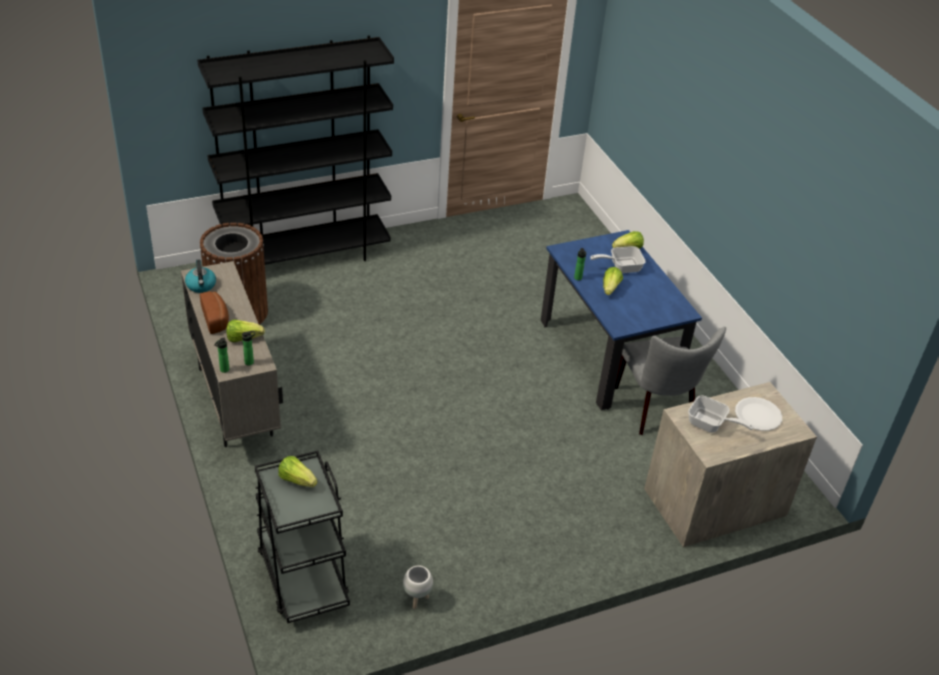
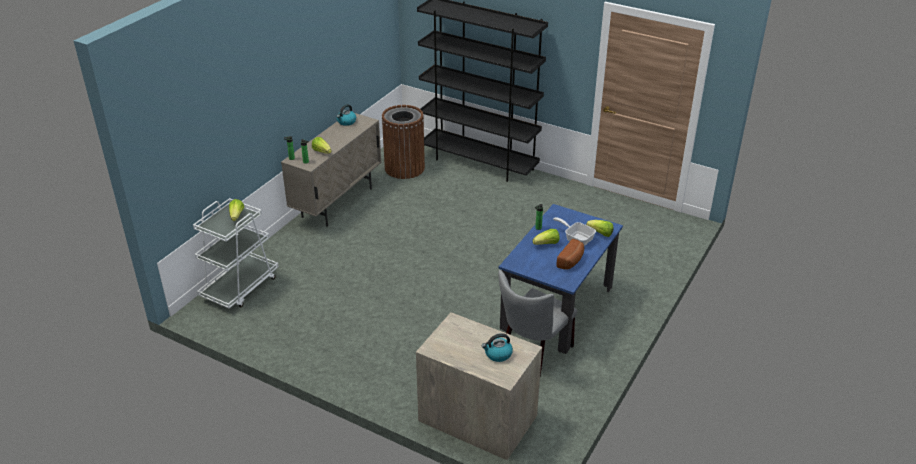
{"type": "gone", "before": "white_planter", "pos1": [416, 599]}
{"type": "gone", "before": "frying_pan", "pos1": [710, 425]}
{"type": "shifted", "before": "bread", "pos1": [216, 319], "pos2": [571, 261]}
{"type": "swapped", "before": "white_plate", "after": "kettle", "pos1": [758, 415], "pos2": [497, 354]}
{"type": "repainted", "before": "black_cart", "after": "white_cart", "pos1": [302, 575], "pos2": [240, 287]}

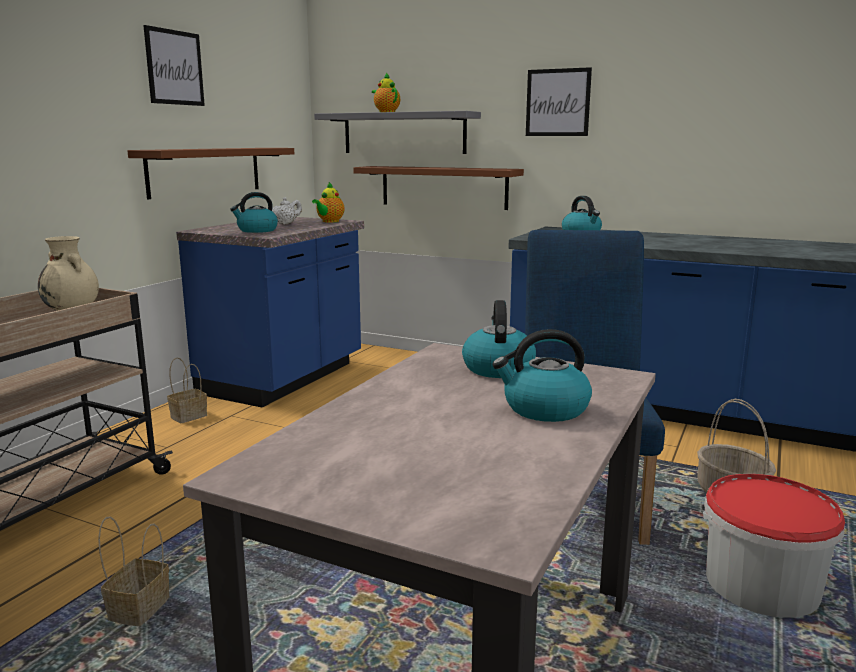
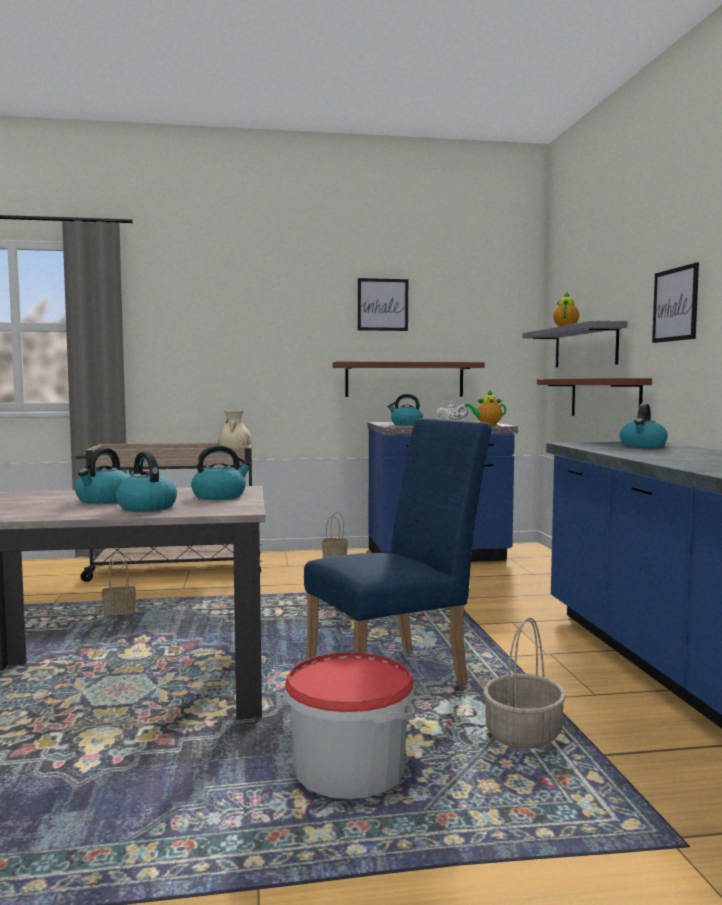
{"type": "new", "after": "kettle", "pos2": [104, 500]}

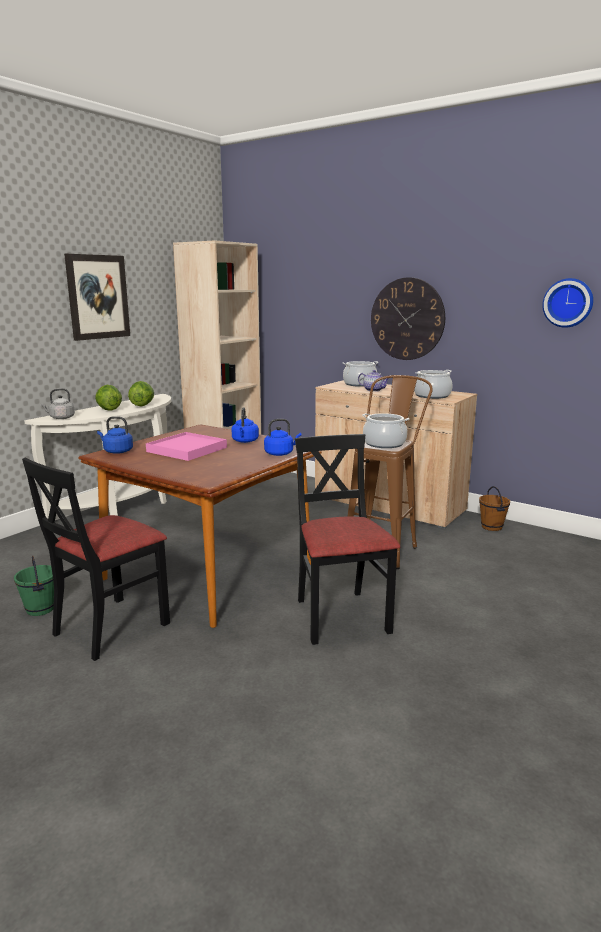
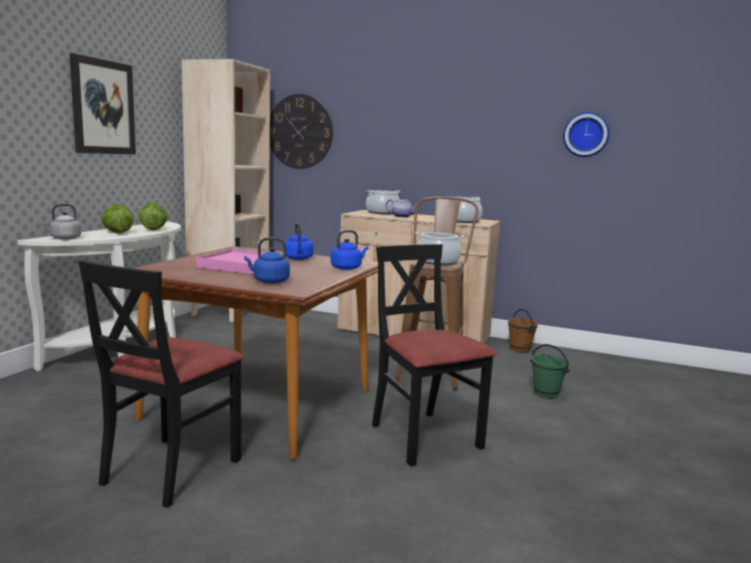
{"type": "shifted", "before": "green_bucket", "pos1": [41, 609], "pos2": [546, 393]}
{"type": "shifted", "before": "blue_kettle", "pos1": [117, 451], "pos2": [269, 281]}
{"type": "shifted", "before": "wall_clock", "pos1": [407, 319], "pos2": [300, 131]}

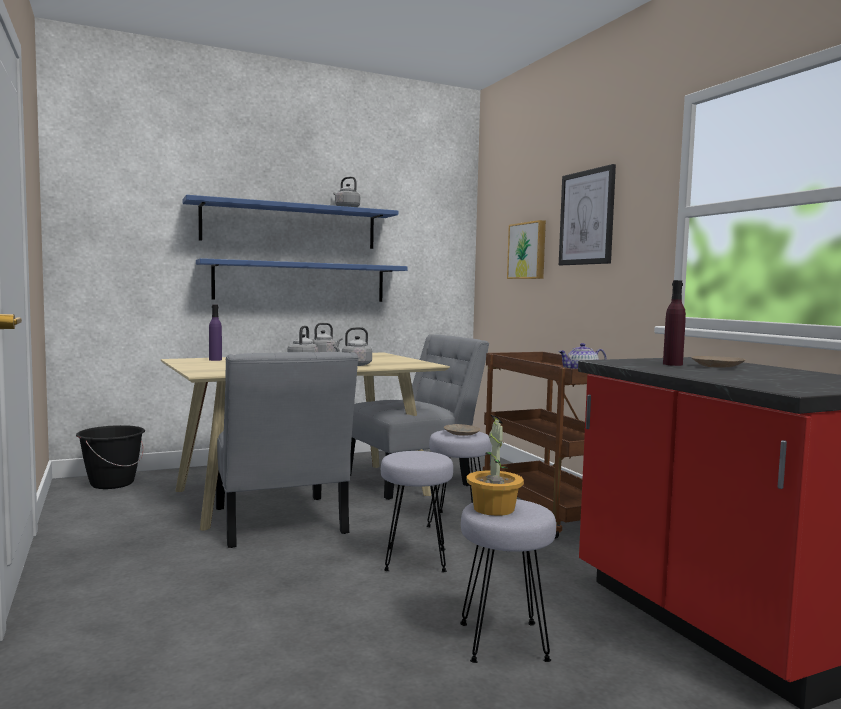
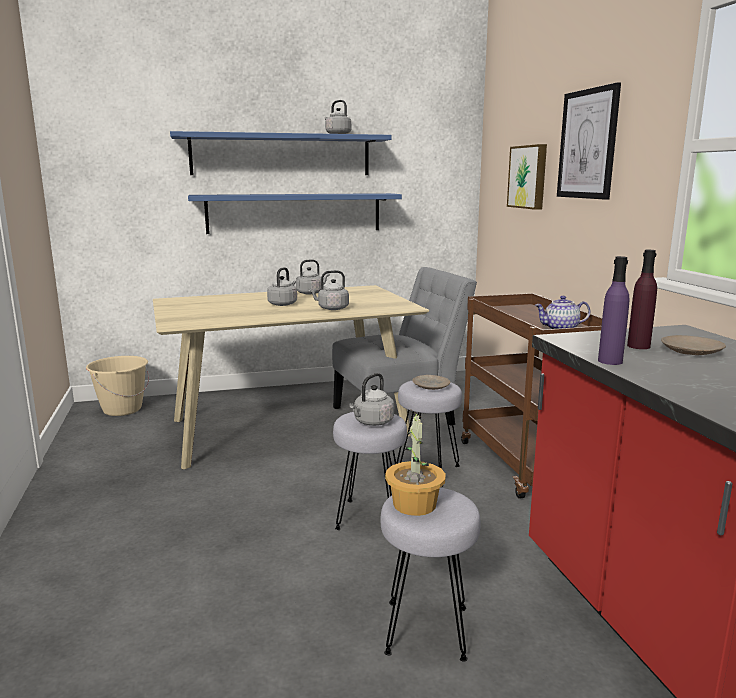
{"type": "gone", "before": "grey_chair", "pos1": [280, 524]}
{"type": "new", "after": "grey_kettle", "pos2": [372, 422]}
{"type": "shifted", "before": "purple_bottle", "pos1": [215, 360], "pos2": [610, 361]}
{"type": "repainted", "before": "black_bucket", "after": "beige_bucket", "pos1": [112, 483], "pos2": [122, 409]}

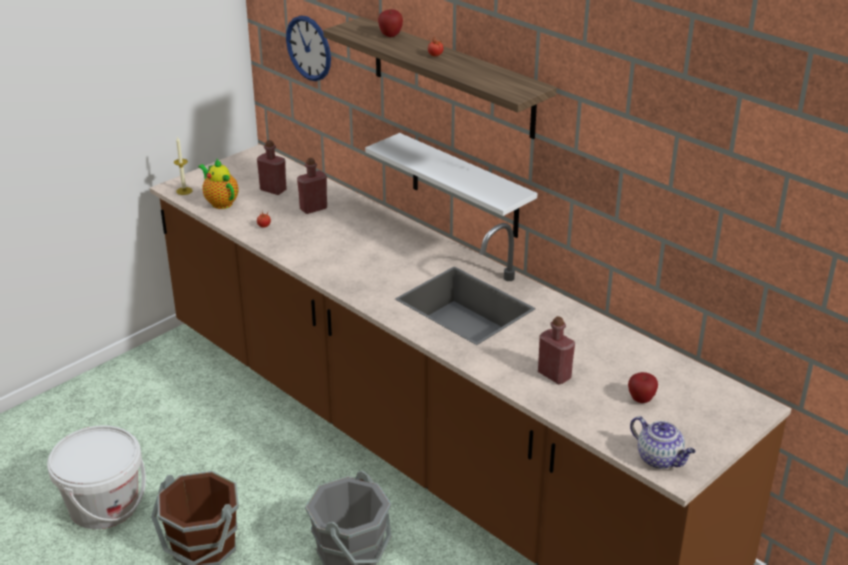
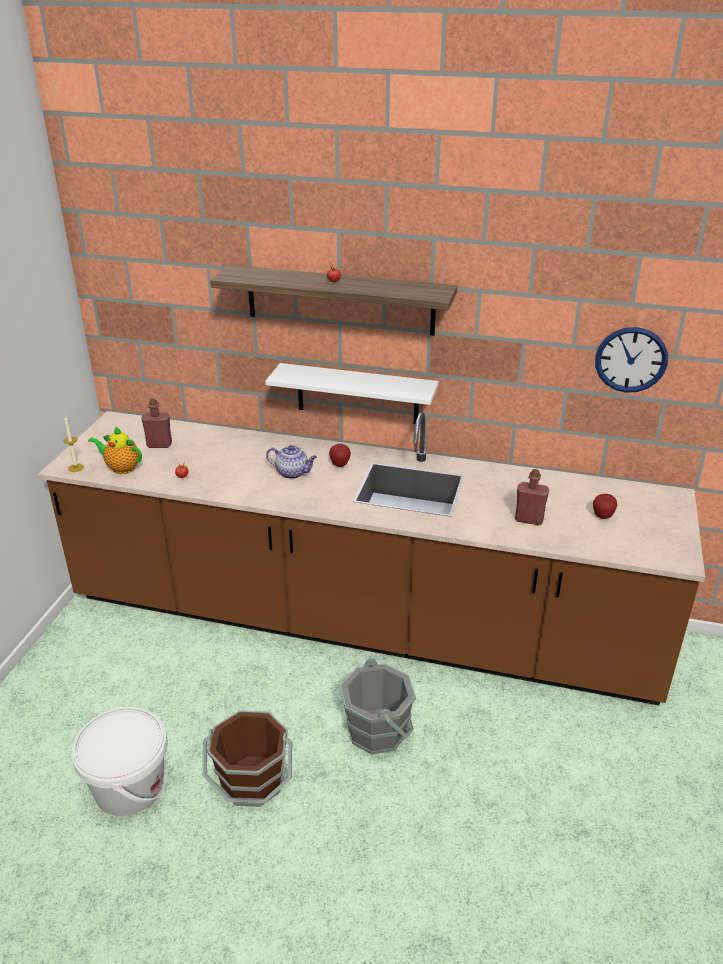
{"type": "gone", "before": "red_bottle", "pos1": [313, 208]}
{"type": "shifted", "before": "wall_clock", "pos1": [309, 48], "pos2": [631, 359]}
{"type": "shifted", "before": "apple", "pos1": [390, 35], "pos2": [340, 465]}
{"type": "shifted", "before": "teapot", "pos1": [660, 459], "pos2": [293, 473]}

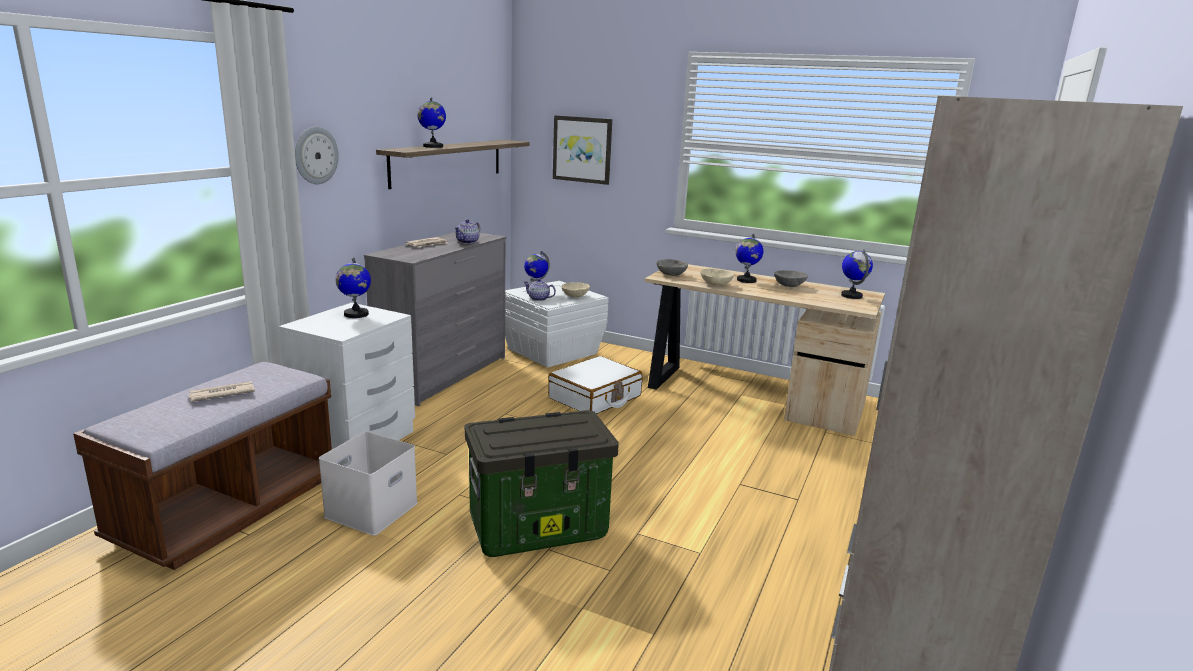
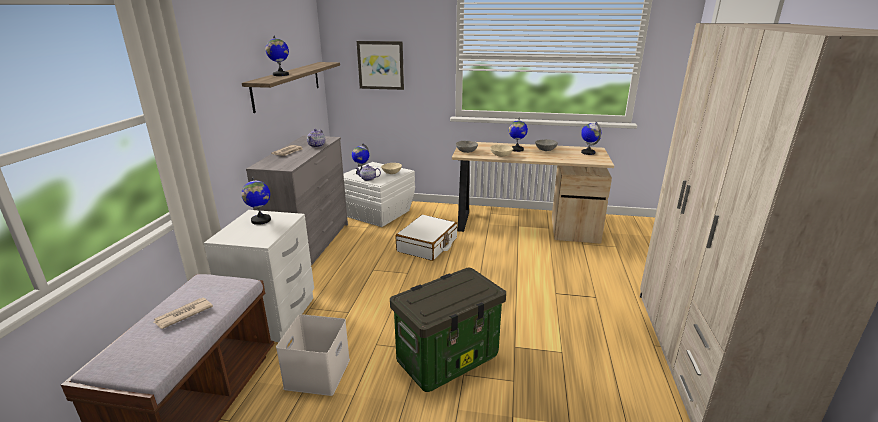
{"type": "gone", "before": "wall_clock", "pos1": [315, 155]}

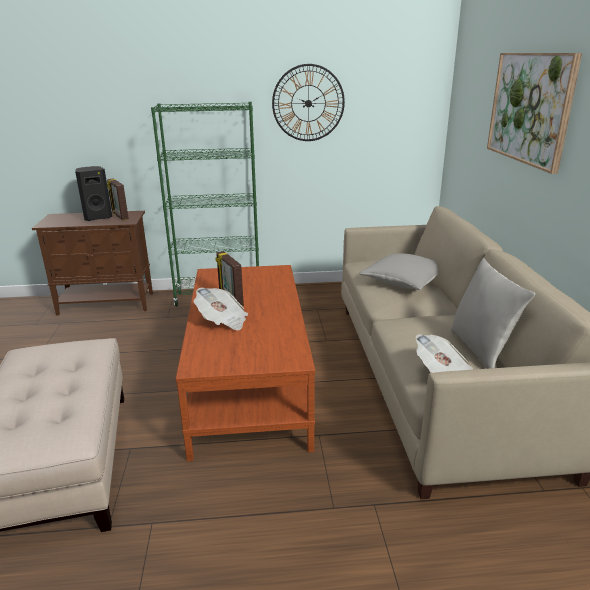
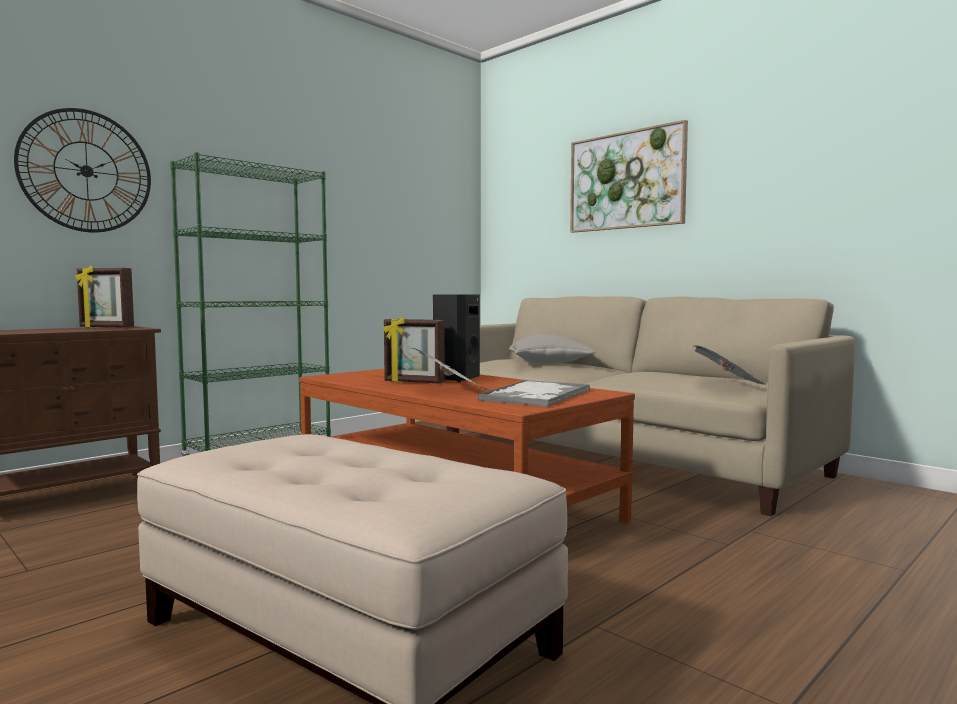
{"type": "gone", "before": "grey_pillow", "pos1": [481, 349]}
{"type": "new", "after": "tray", "pos2": [535, 395]}
{"type": "shifted", "before": "black_speaker", "pos1": [97, 217], "pos2": [455, 379]}
{"type": "shifted", "before": "wall_clock", "pos1": [308, 103], "pos2": [86, 171]}

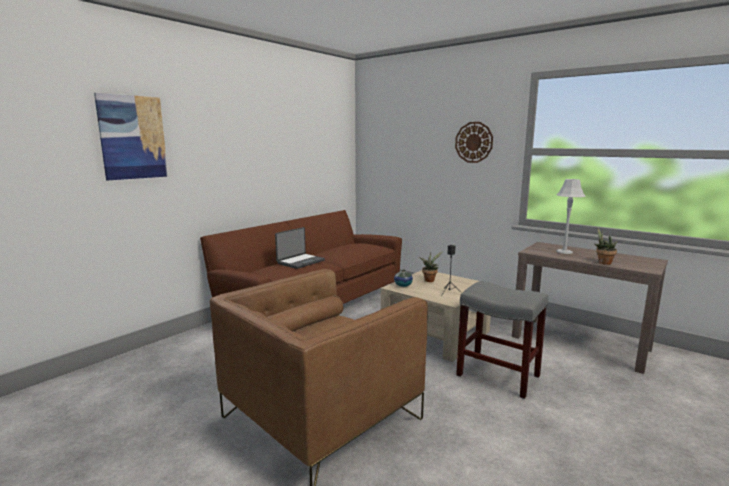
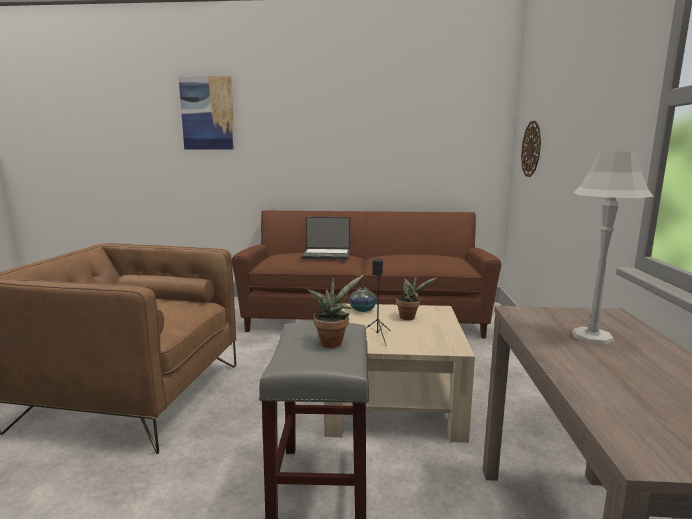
{"type": "shifted", "before": "wall_clock", "pos1": [474, 142], "pos2": [531, 149]}
{"type": "shifted", "before": "potted_plant", "pos1": [603, 262], "pos2": [332, 342]}

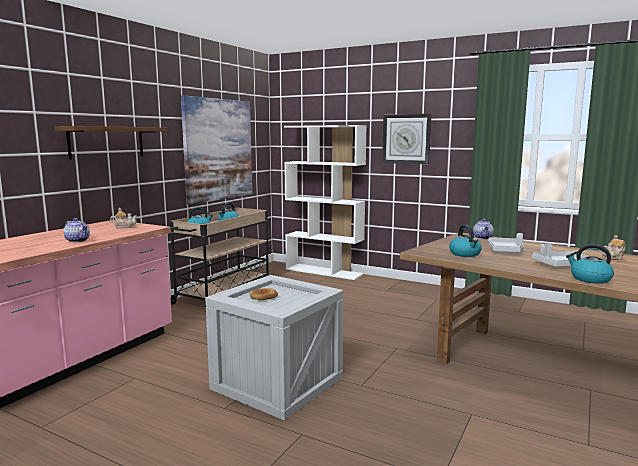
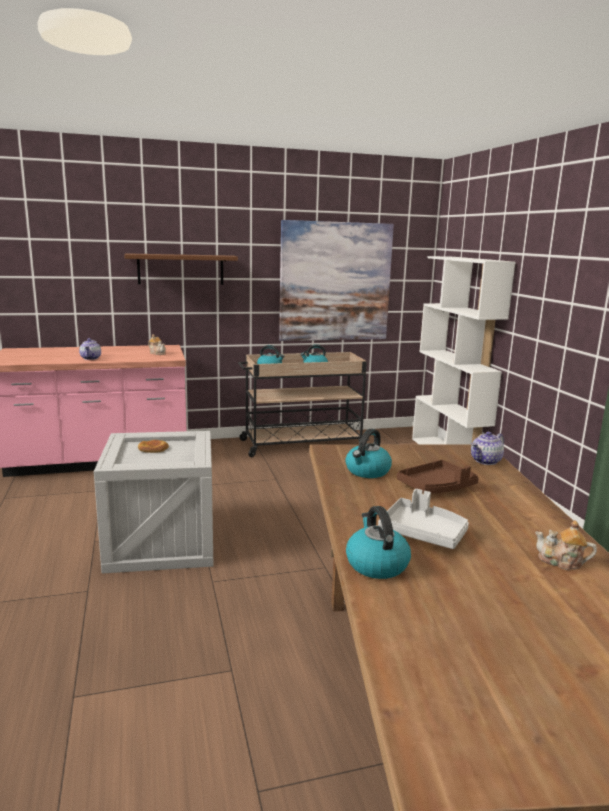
{"type": "gone", "before": "wall_clock", "pos1": [406, 139]}
{"type": "repainted", "before": "grey_tray", "after": "brown_tray", "pos1": [506, 251], "pos2": [437, 487]}

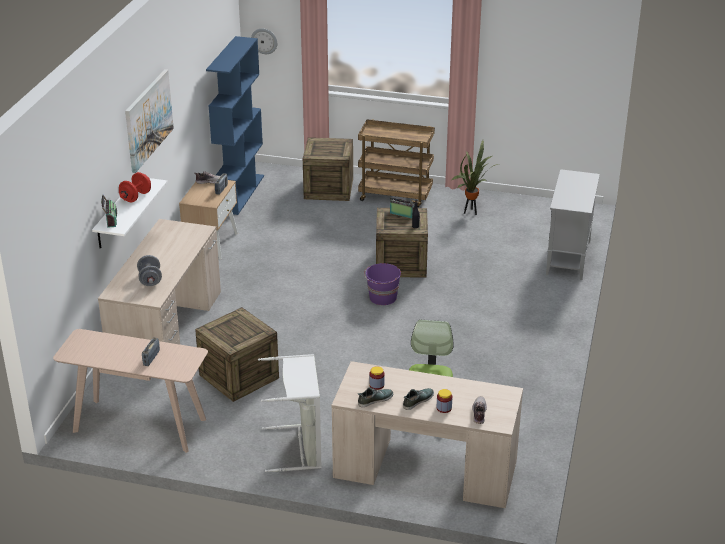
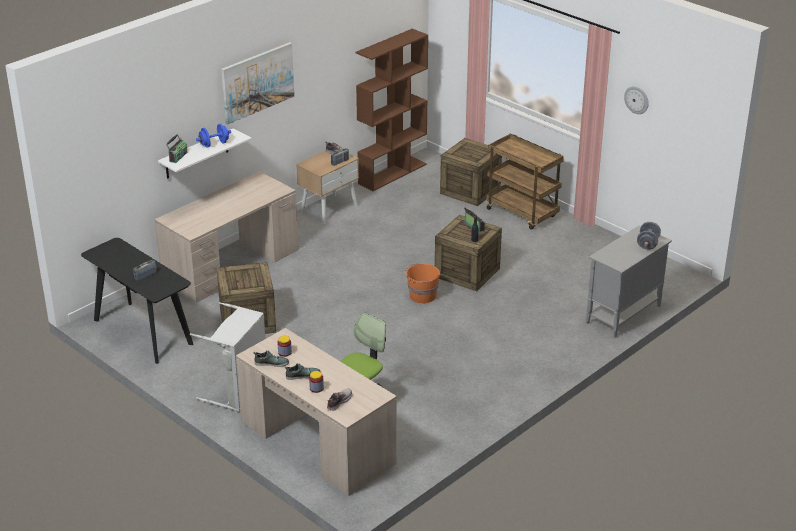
{"type": "gone", "before": "potted_plant", "pos1": [471, 212]}
{"type": "shifted", "before": "grey_dumbbell", "pos1": [150, 280], "pos2": [647, 244]}
{"type": "shifted", "before": "wall_clock", "pos1": [264, 41], "pos2": [636, 100]}
{"type": "repainted", "before": "beige_console_table", "after": "black_console_table", "pos1": [139, 425], "pos2": [142, 332]}
{"type": "repainted", "before": "red_dumbbell", "after": "blue_dumbbell", "pos1": [136, 197], "pos2": [214, 144]}
{"type": "repainted", "before": "blue_bookcase", "after": "brown_bookcase", "pos1": [240, 193], "pos2": [392, 173]}
{"type": "repainted", "before": "purple_bucket", "after": "orange_bucket", "pos1": [382, 298], "pos2": [422, 296]}

